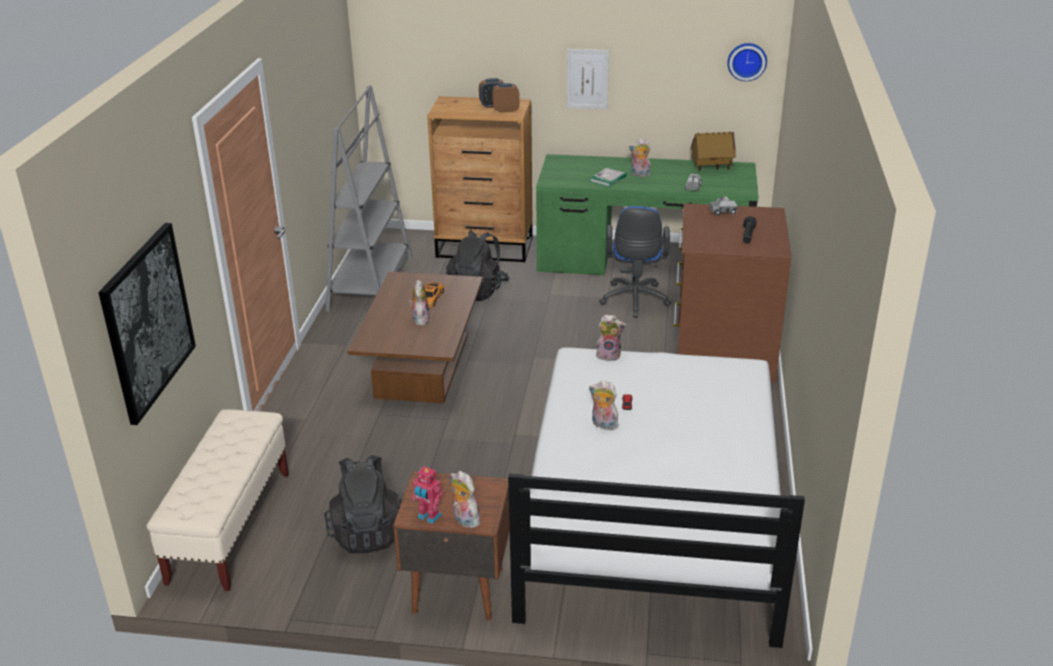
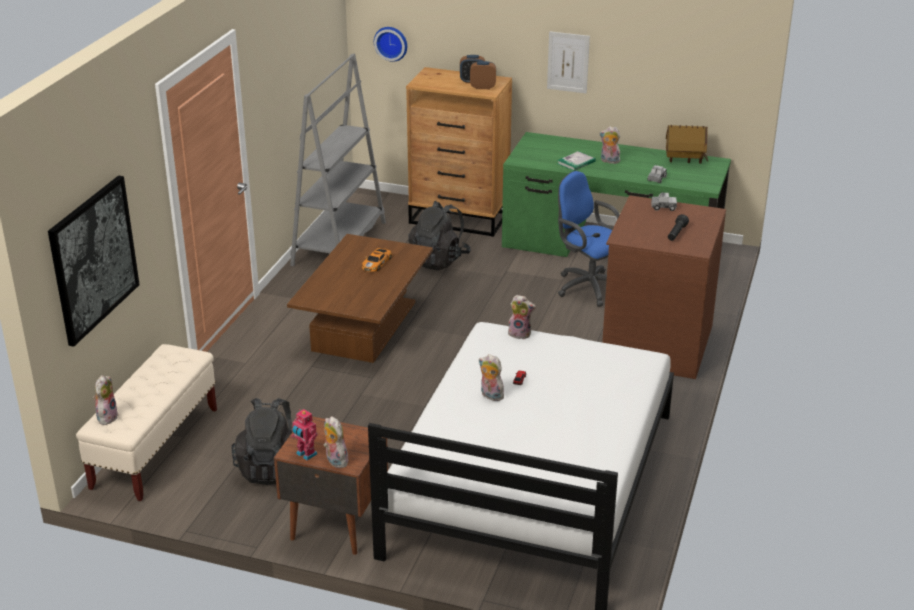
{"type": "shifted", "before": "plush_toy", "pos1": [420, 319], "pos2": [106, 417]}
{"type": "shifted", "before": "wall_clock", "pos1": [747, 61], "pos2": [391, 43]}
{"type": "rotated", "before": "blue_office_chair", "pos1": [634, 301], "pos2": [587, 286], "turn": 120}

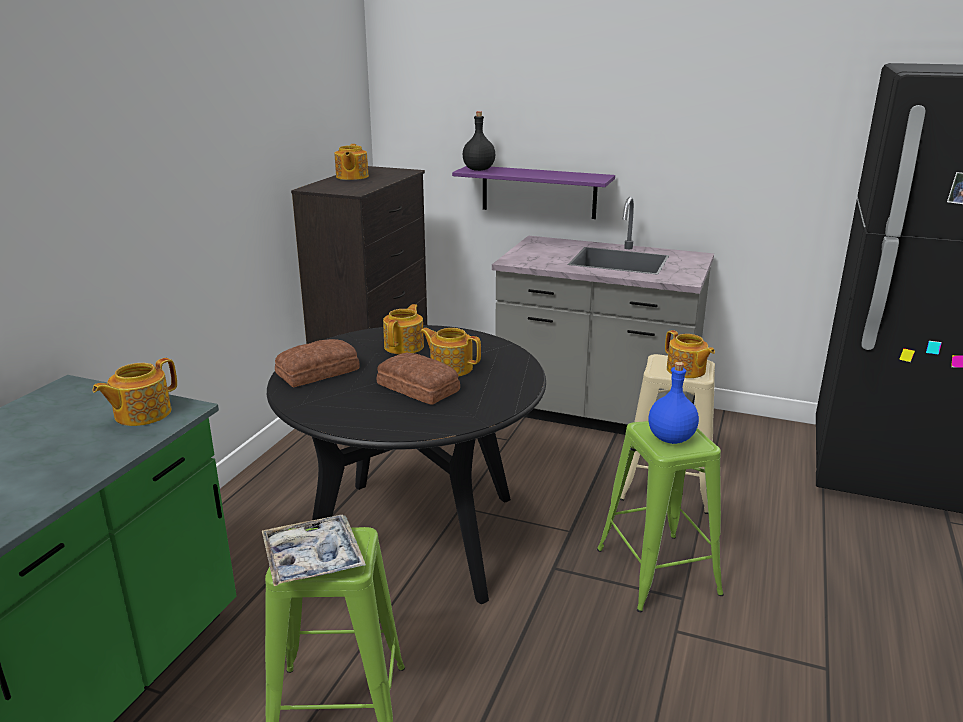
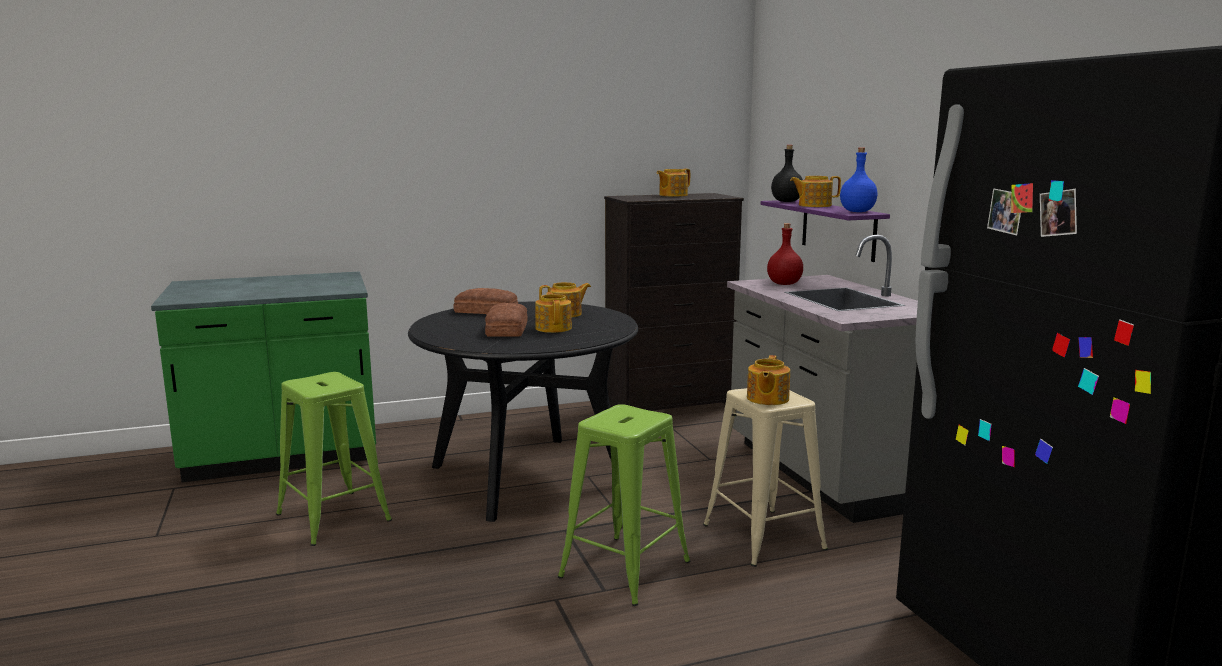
{"type": "gone", "before": "tray", "pos1": [313, 559]}
{"type": "new", "after": "red_bottle", "pos2": [783, 284]}
{"type": "shifted", "before": "teapot", "pos1": [141, 414], "pos2": [814, 205]}
{"type": "shifted", "before": "blue_bottle", "pos1": [670, 439], "pos2": [856, 211]}

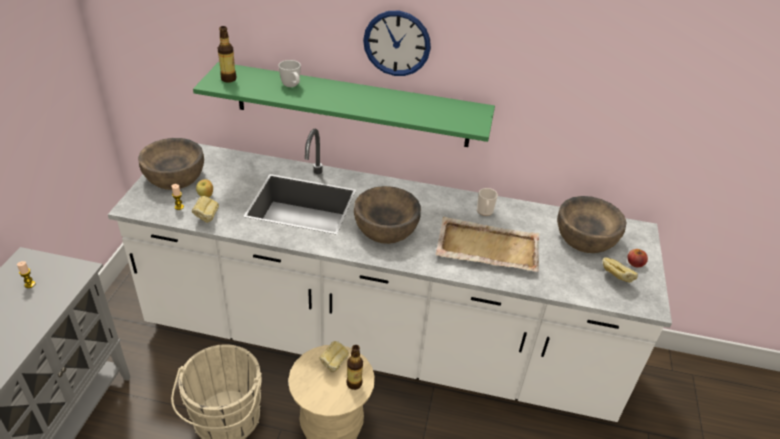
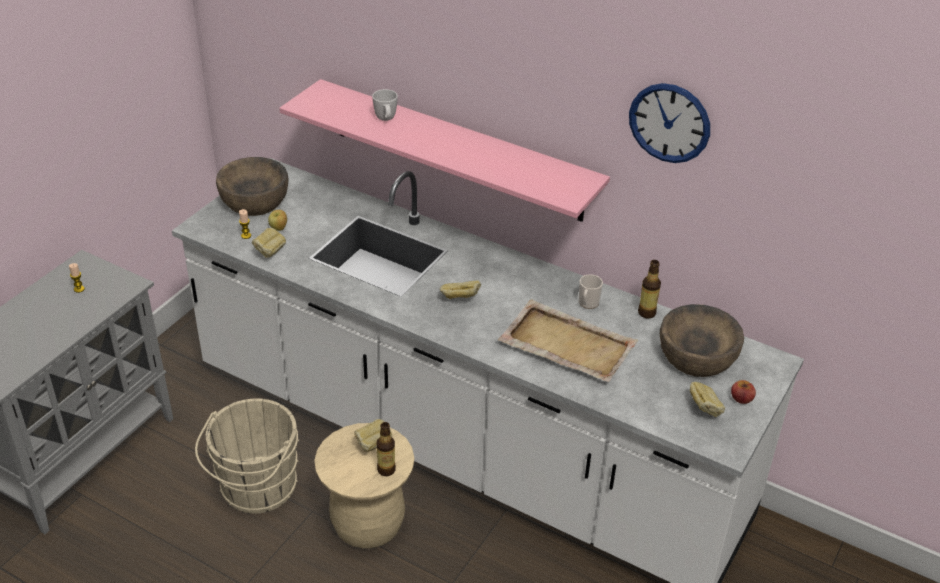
{"type": "shifted", "before": "bottle", "pos1": [228, 79], "pos2": [646, 313]}
{"type": "shifted", "before": "wall_clock", "pos1": [397, 43], "pos2": [669, 123]}
{"type": "swapped", "before": "brown_bowl", "after": "bread", "pos1": [386, 228], "pos2": [460, 300]}
{"type": "repainted", "before": "green_shelf", "after": "pink_shelf", "pos1": [352, 105], "pos2": [456, 150]}

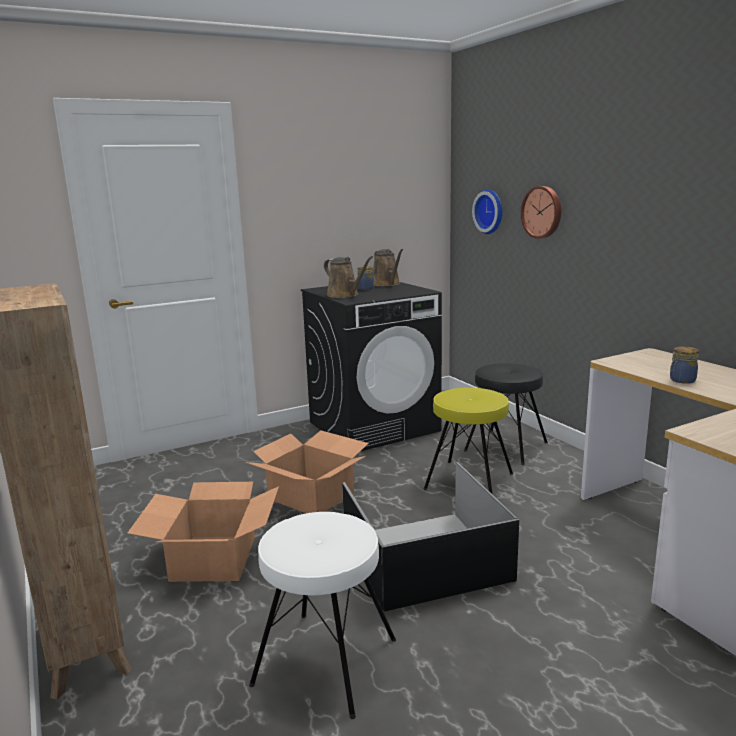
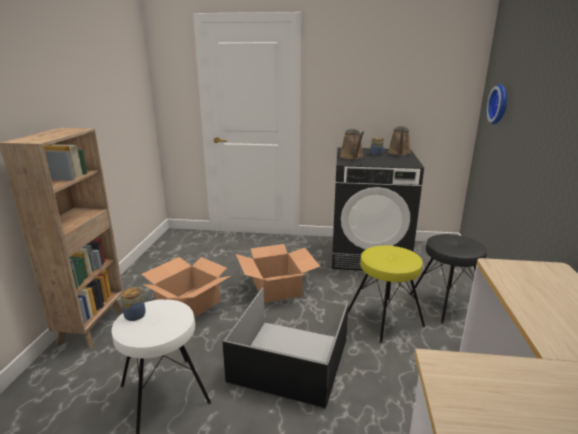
{"type": "gone", "before": "wall_clock", "pos1": [542, 212]}
{"type": "shifted", "before": "jar", "pos1": [681, 380], "pos2": [134, 315]}

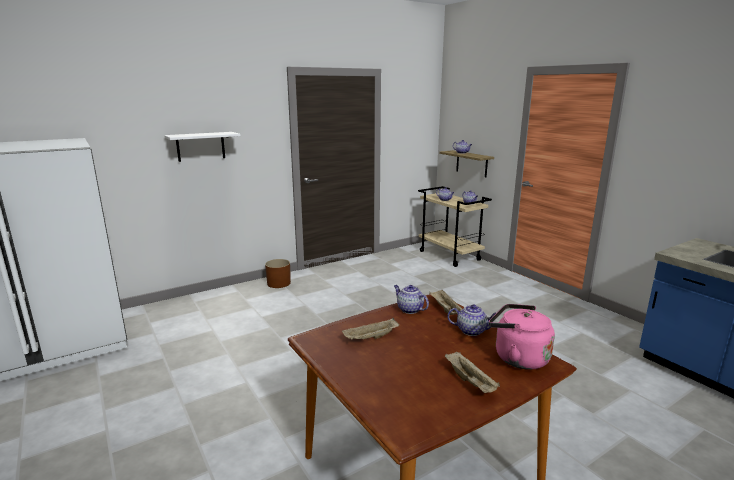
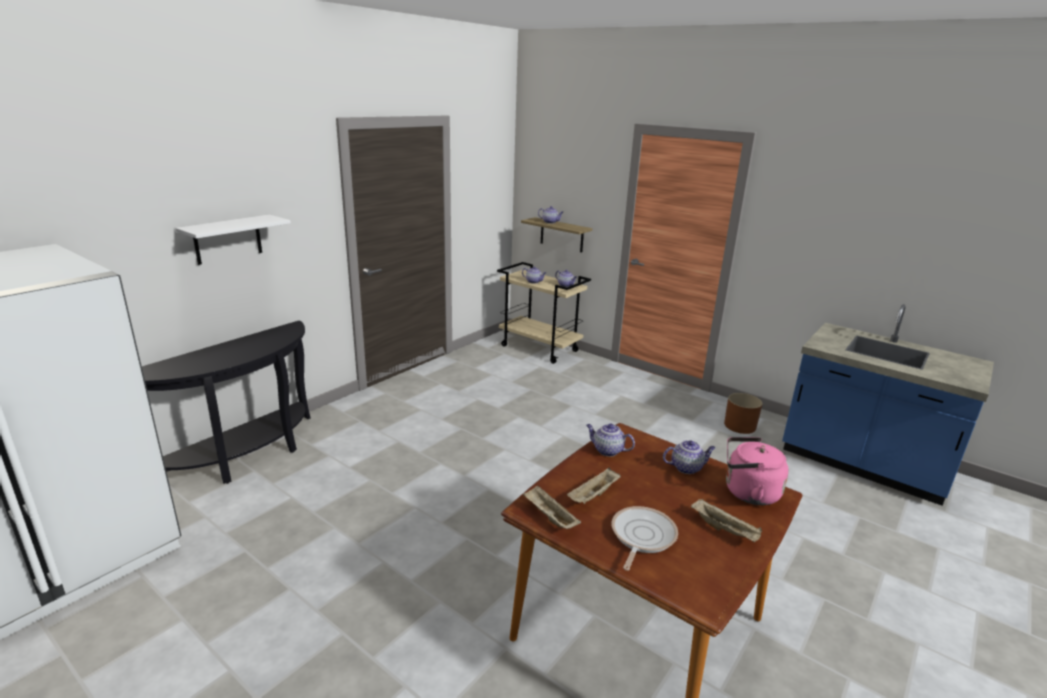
{"type": "new", "after": "black_console_table", "pos2": [246, 457]}
{"type": "new", "after": "frying_pan", "pos2": [641, 536]}
{"type": "shifted", "before": "brown_planter", "pos1": [279, 283], "pos2": [739, 425]}
{"type": "shifted", "before": "beige_tray", "pos1": [445, 309], "pos2": [549, 517]}

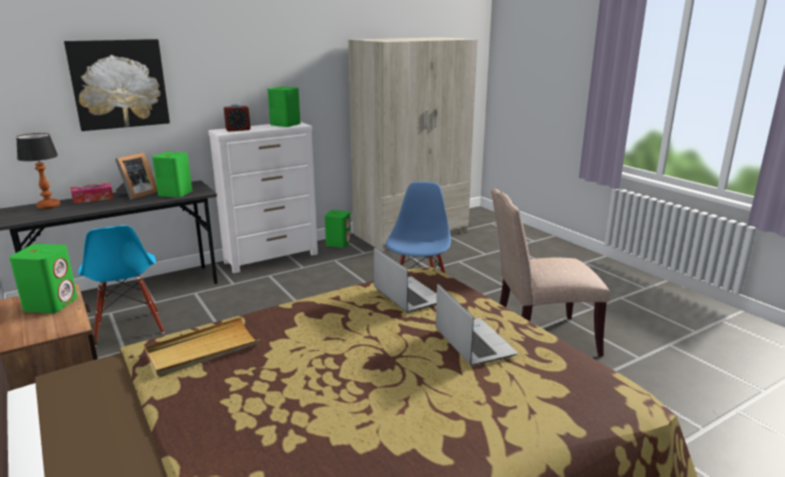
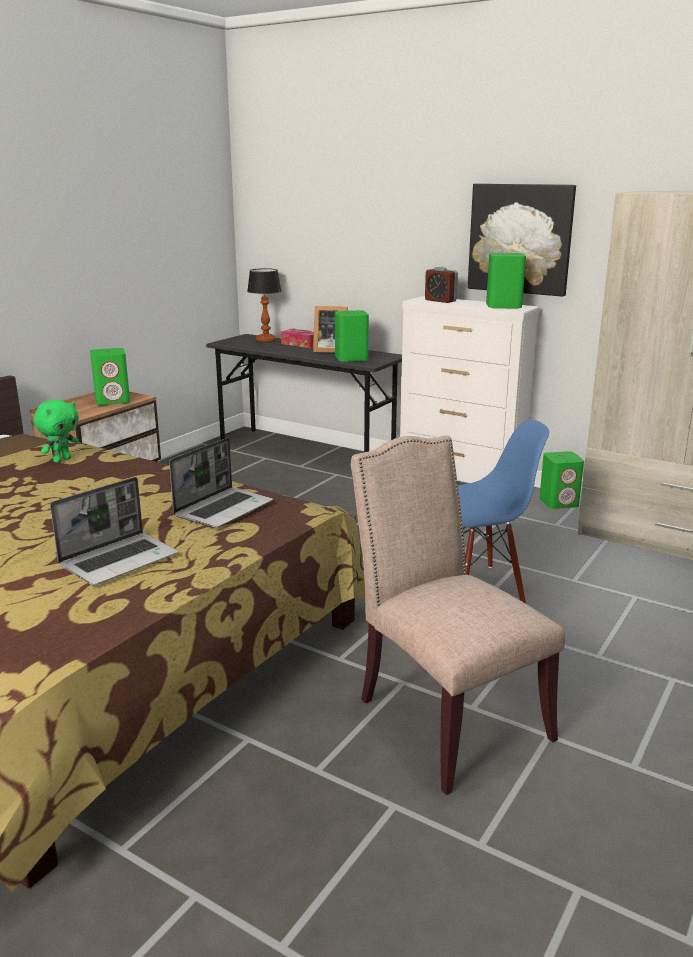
{"type": "gone", "before": "blue_chair", "pos1": [129, 328]}
{"type": "shifted", "before": "picture", "pos1": [119, 84], "pos2": [520, 239]}
{"type": "swapped", "before": "beige_tray", "after": "green_plush_toy", "pos1": [203, 350], "pos2": [61, 459]}

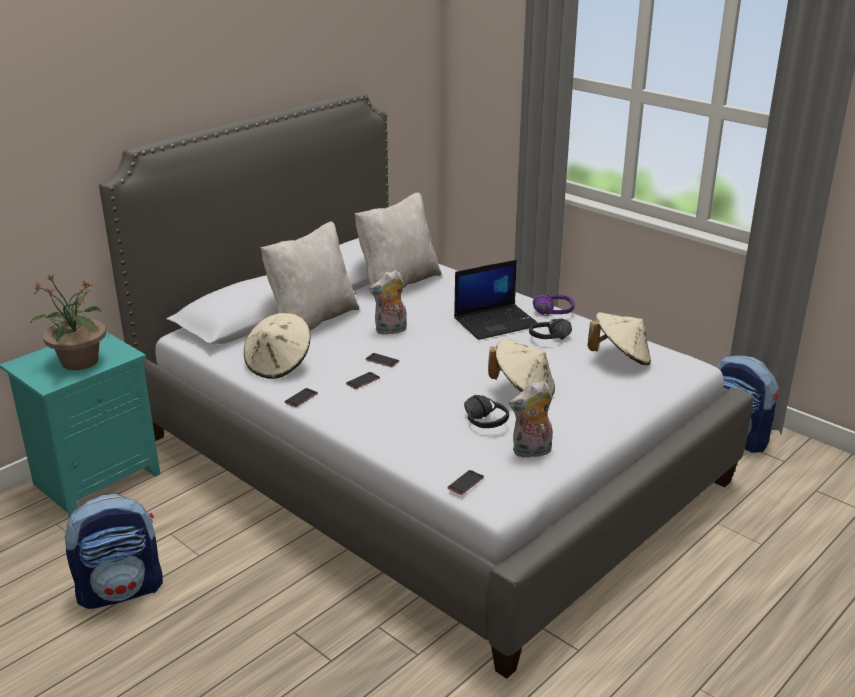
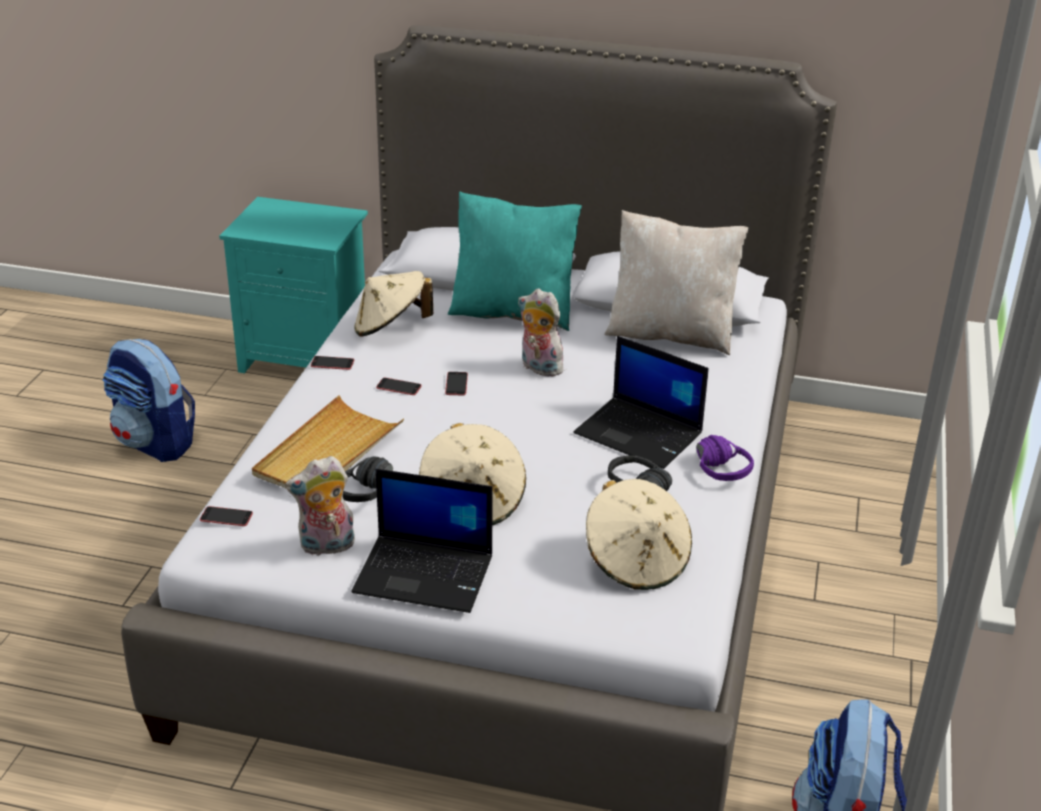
{"type": "gone", "before": "potted_plant", "pos1": [79, 362]}
{"type": "new", "after": "beige_tray", "pos2": [327, 453]}
{"type": "new", "after": "laptop", "pos2": [426, 574]}
{"type": "repainted", "before": "beige_pillow", "after": "turquoise_pillow", "pos1": [312, 320], "pos2": [513, 312]}
{"type": "rotated", "before": "plush_toy", "pos1": [531, 452], "pos2": [326, 547], "turn": -60}

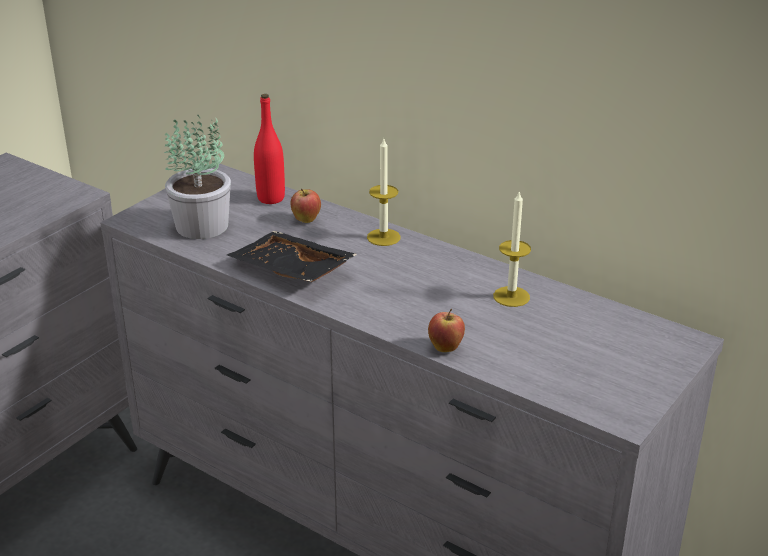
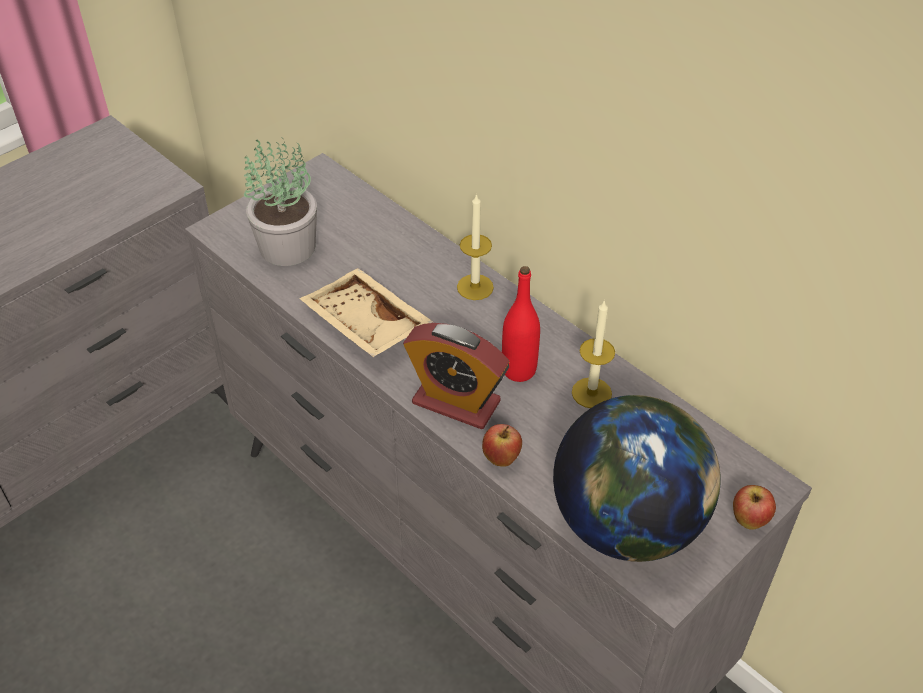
{"type": "new", "after": "alarm_clock", "pos2": [456, 402]}
{"type": "new", "after": "globe", "pos2": [628, 523]}
{"type": "shifted", "before": "red_bottle", "pos1": [271, 198], "pos2": [519, 370]}
{"type": "shifted", "before": "apple", "pos1": [306, 220], "pos2": [749, 520]}
{"type": "repainted", "before": "black_tray", "after": "beige_tray", "pos1": [290, 271], "pos2": [364, 325]}

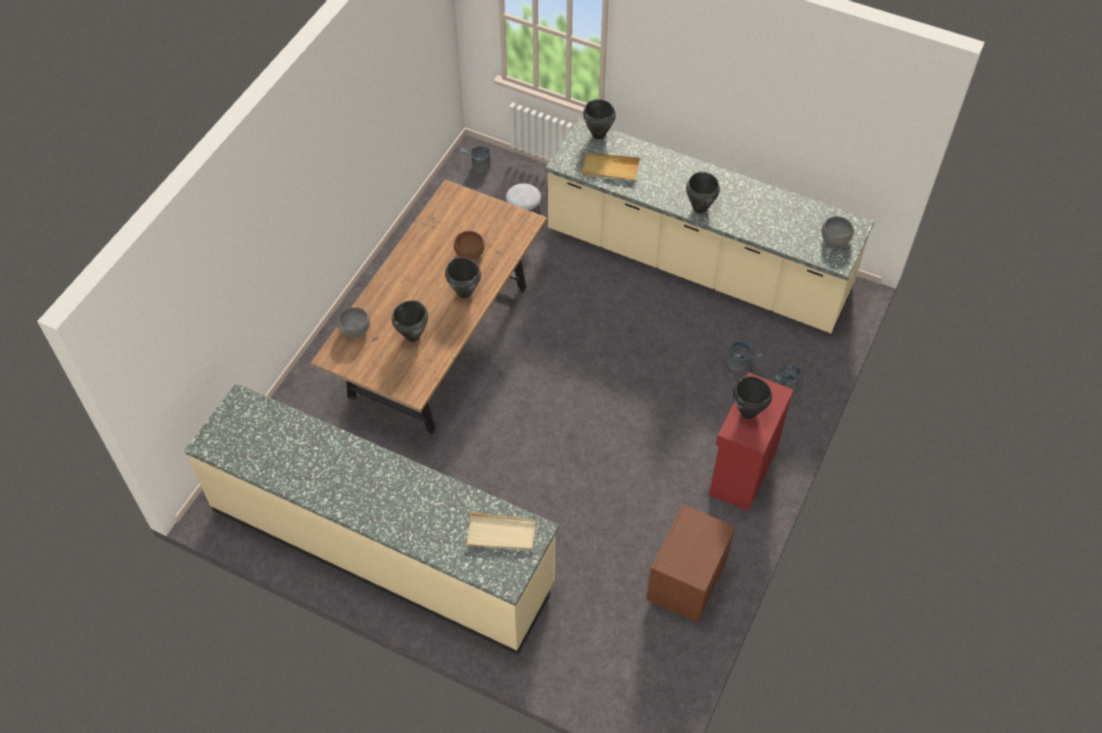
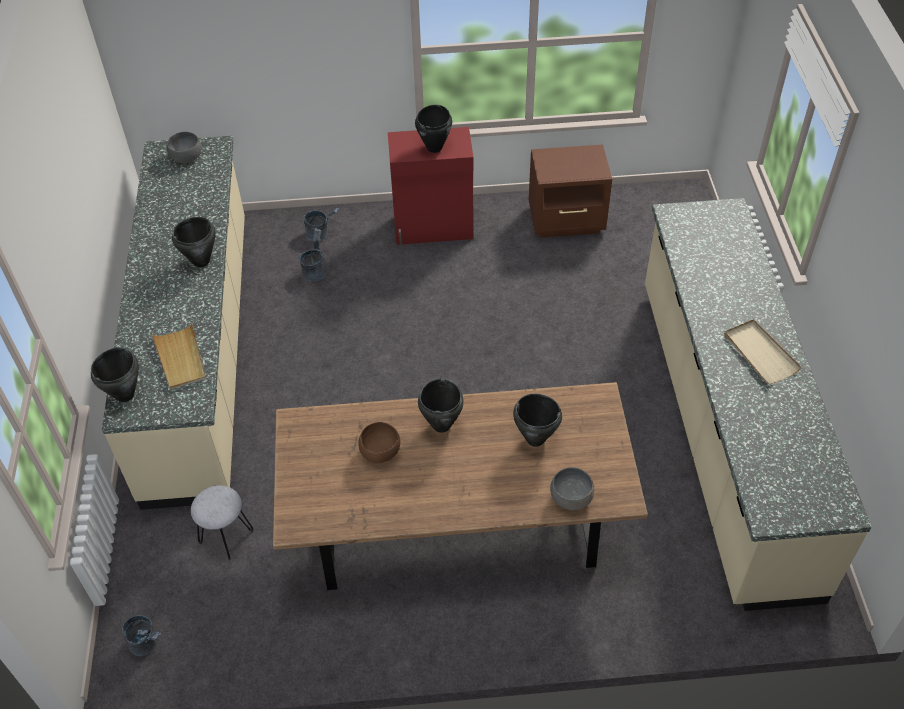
{"type": "shifted", "before": "beige_tray", "pos1": [501, 533], "pos2": [759, 353]}

